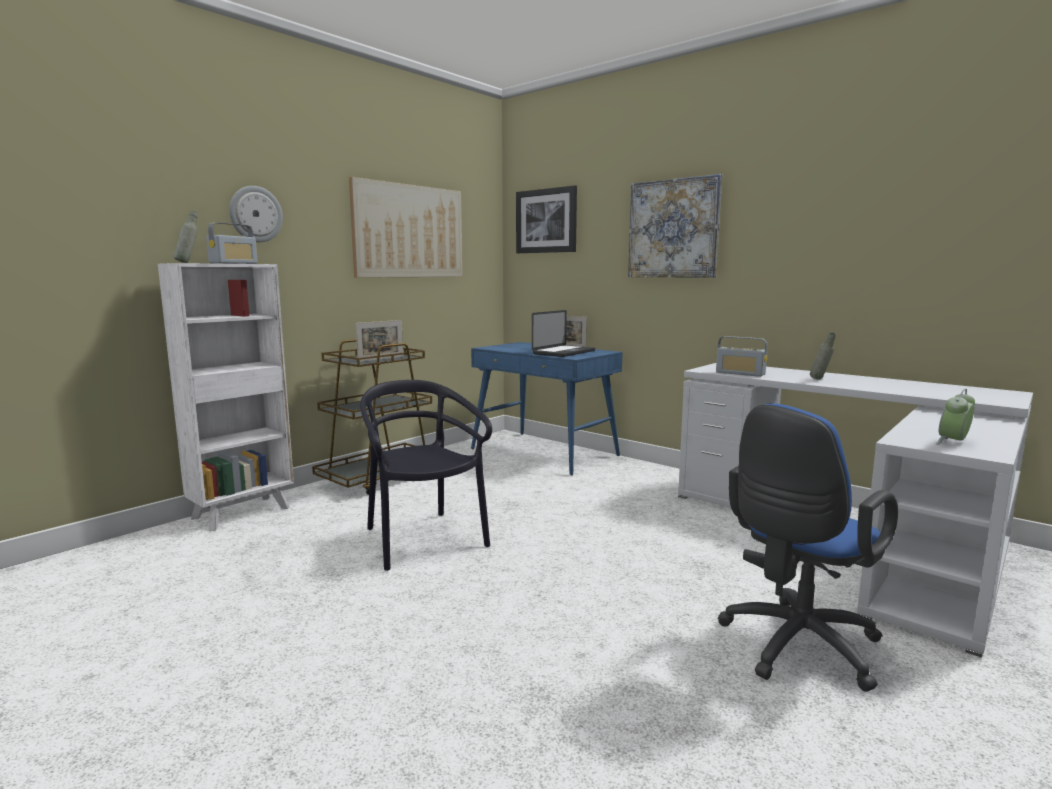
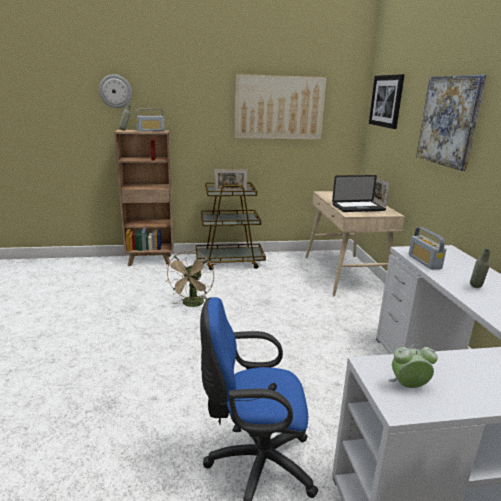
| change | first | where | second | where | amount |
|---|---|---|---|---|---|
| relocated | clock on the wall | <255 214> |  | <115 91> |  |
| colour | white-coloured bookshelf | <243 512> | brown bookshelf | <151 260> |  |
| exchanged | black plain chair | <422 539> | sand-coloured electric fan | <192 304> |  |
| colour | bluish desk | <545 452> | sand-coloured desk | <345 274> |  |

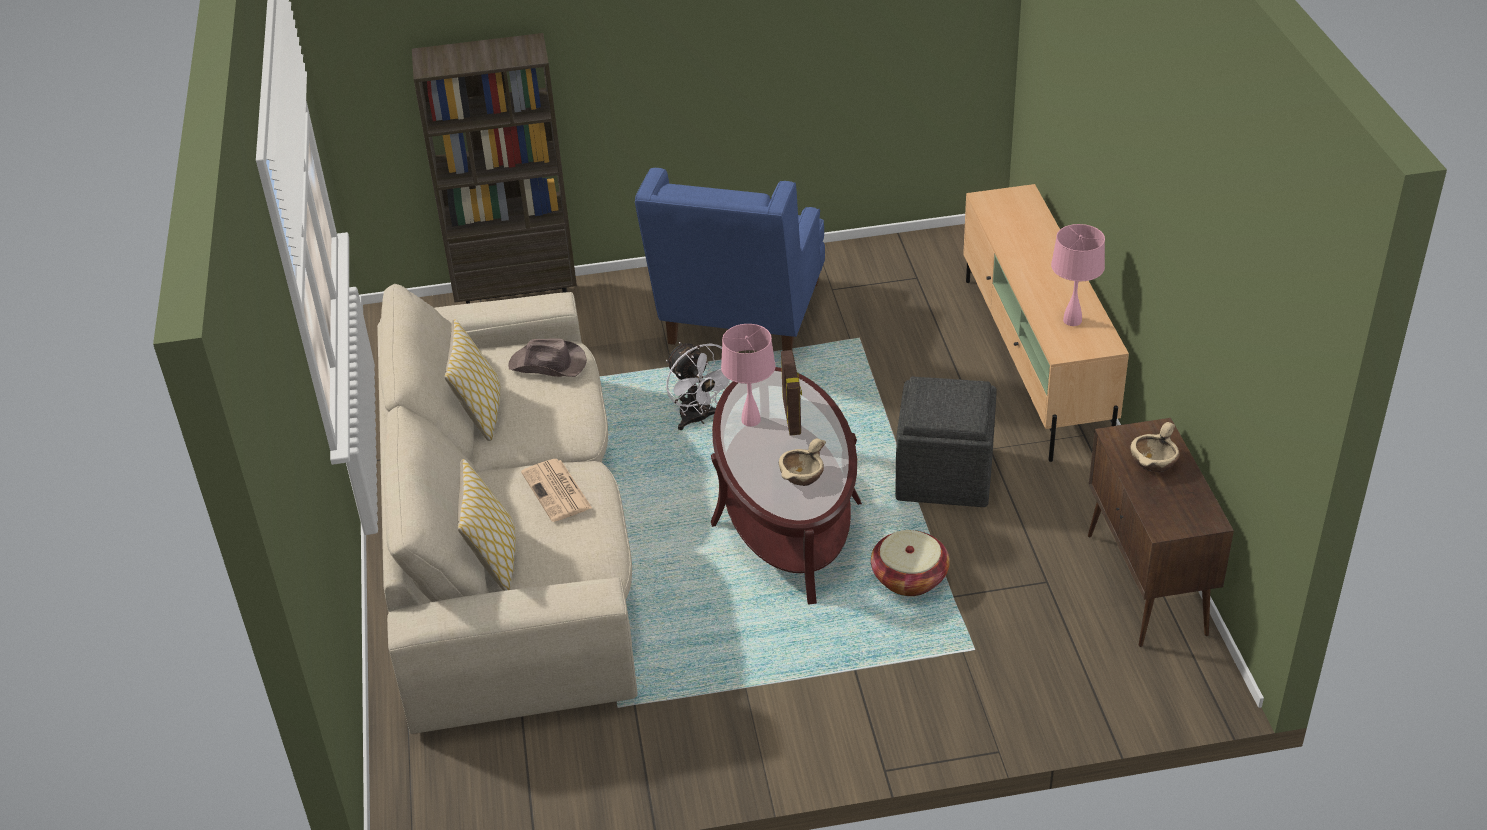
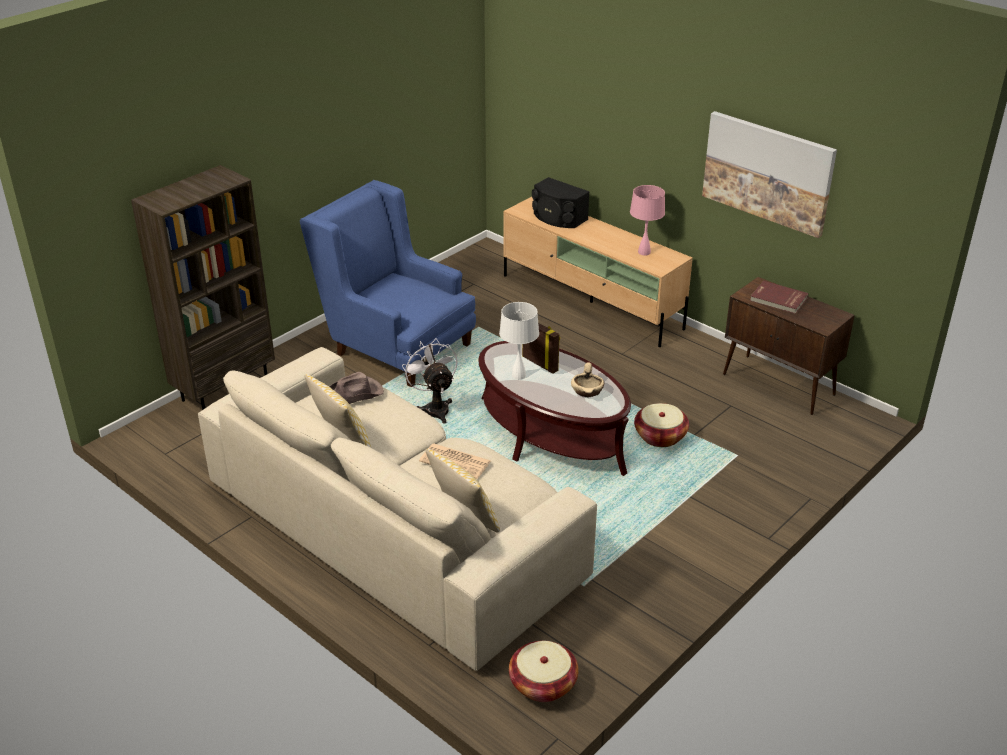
| change | first | where | second | where | amount |
|---|---|---|---|---|---|
| spun | bluish lounge chair | <740 322> |  | <395 345> | 150 degrees clockwise |
| spun | white-coloured electric fan | <699 419> |  | <435 407> | 135 degrees counterclockwise |
| colour | pink-coloured lamp for a table | <750 420> | white-coloured lamp for a table | <518 375> |  |
| appeared |  |  | household basket | <543 684> |  |
| appeared |  |  | black speaker | <558 218> |  |
| appeared |  |  | wall art | <768 172> |  |
| exchanged | sand-coloured deep dish | <1154 462> | red book | <778 299> |  |
| missing | gray pouffe | <945 475> |  |  |  |

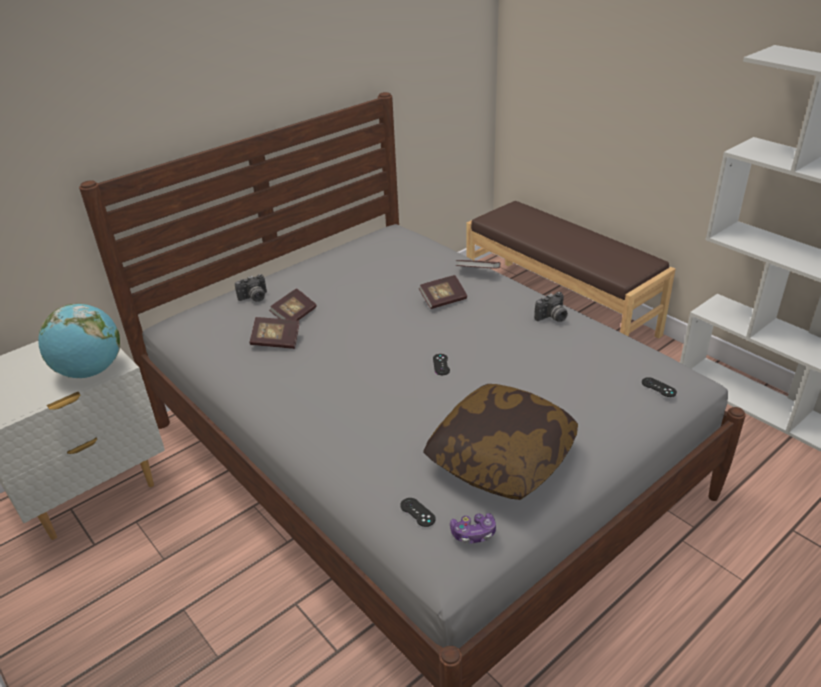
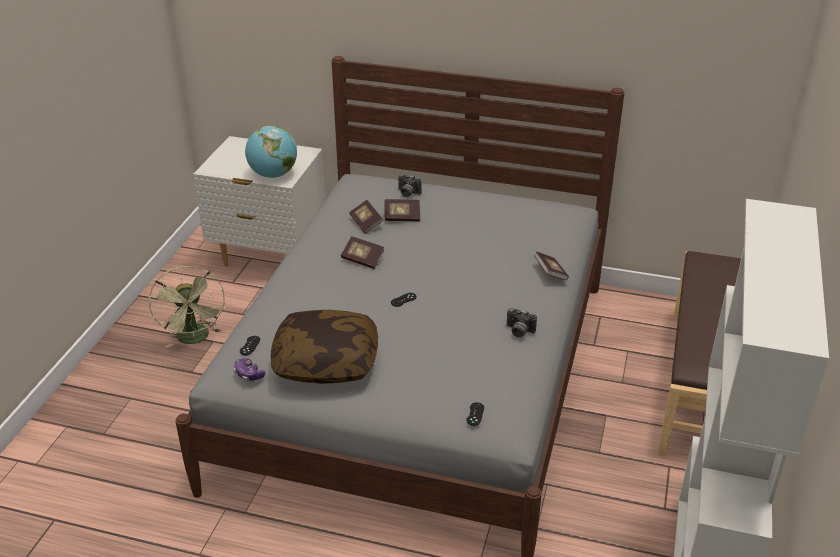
| change | first | where | second | where | amount |
|---|---|---|---|---|---|
| appeared |  |  | green-coloured electric fan | <195 339> |  |
| relocated | book | <443 300> |  | <362 259> |  |

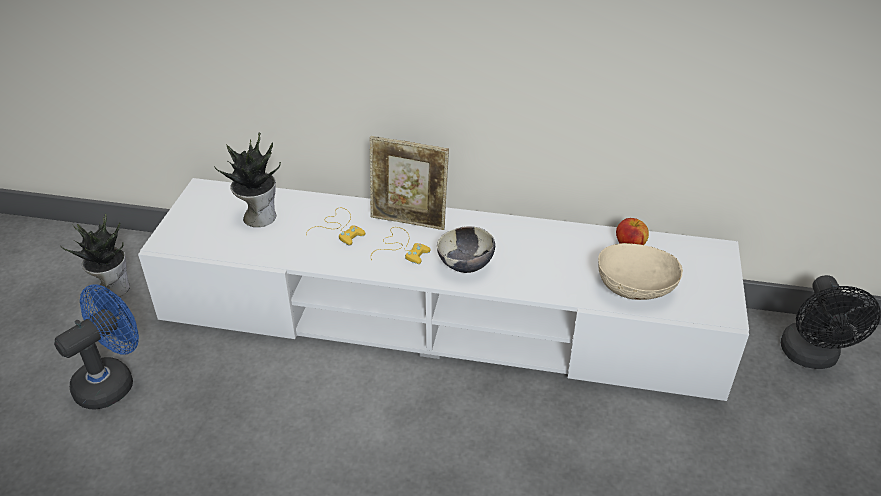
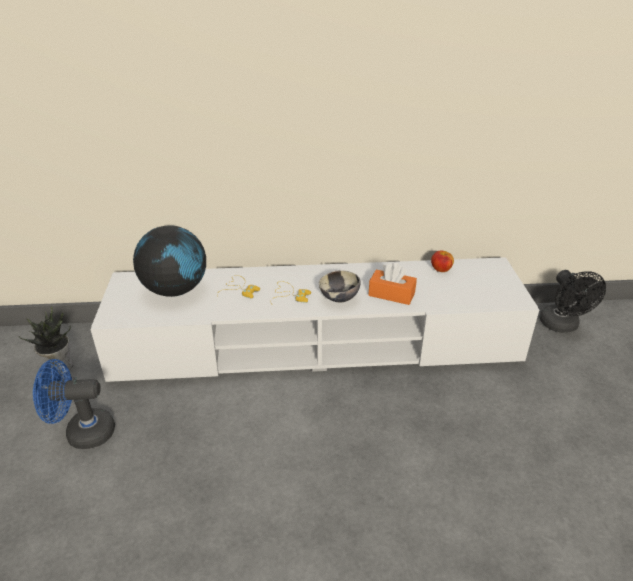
| change | first | where | second | where | amount |
|---|---|---|---|---|---|
| spun | bluish electric fan | <112 381> |  | <82 433> | 120 degrees counterclockwise |
| exchanged | houseplant | <258 216> | desk globe | <175 290> |  |
| appeared |  |  | orange tissue holder | <391 294> |  |
| missing | photo frame | <409 221> |  |  |  |
| missing | sand-coloured deep dish | <635 288> |  |  |  |

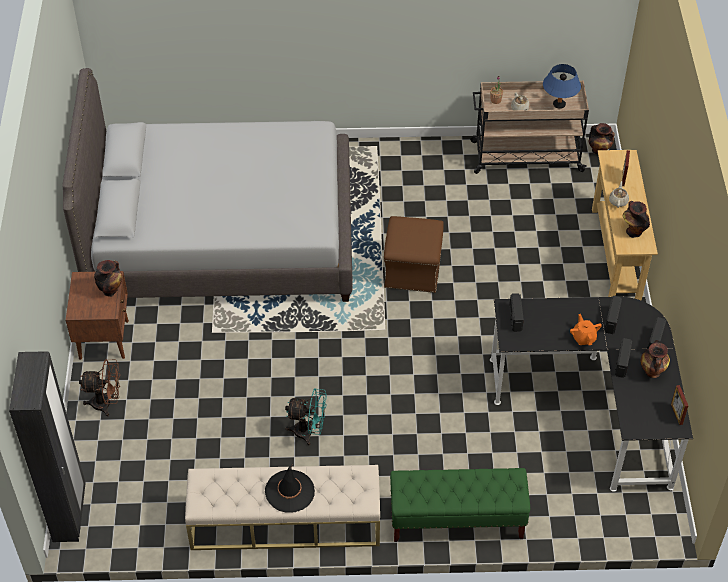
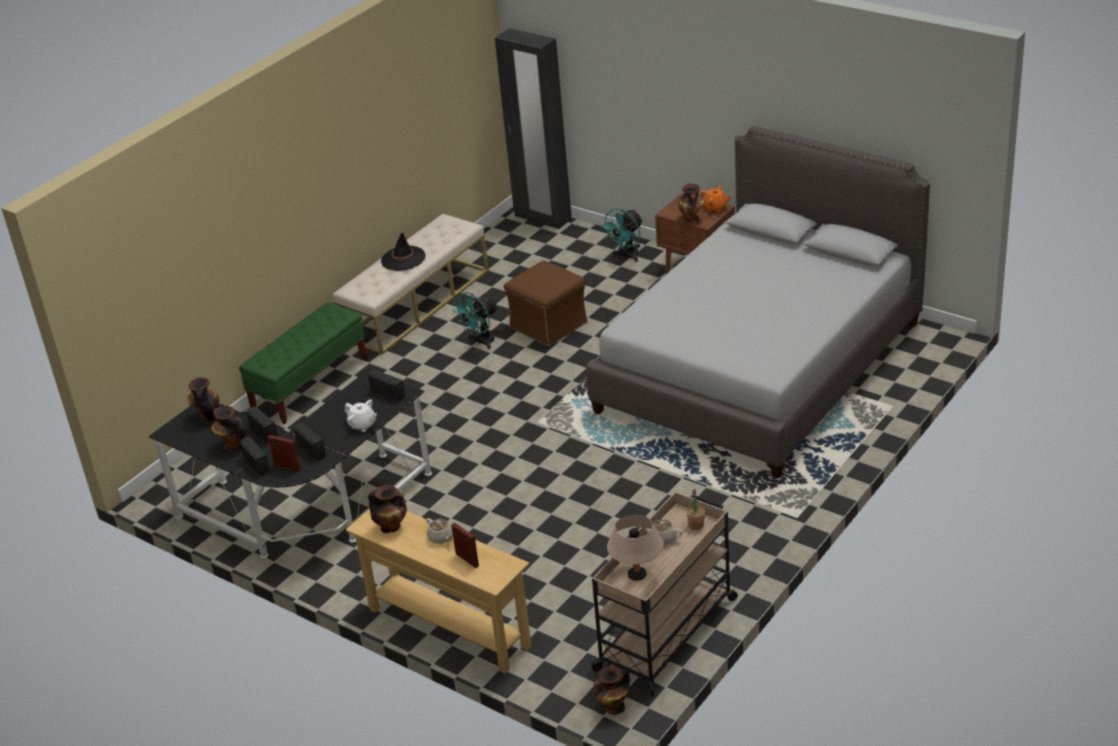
| change | first | where | second | where | amount |
|---|---|---|---|---|---|
| appeared |  |  | flower vase | <207 417> |  |
| relocated | photo frame | <676 414> |  | <287 467> |  |
| appeared |  |  | white-coloured teapot | <362 425> |  |
| relocated | brown pouffe | <412 270> |  | <549 325> |  |
| colour | brown electric fan | <106 403> | turquoise-coloured electric fan | <626 256> |  |
| colour | bluish lamp for a table | <559 104> | sand-coloured lamp for a table | <637 574> |  |
| relocated | orange teapot | <583 338> |  | <715 208> |  |

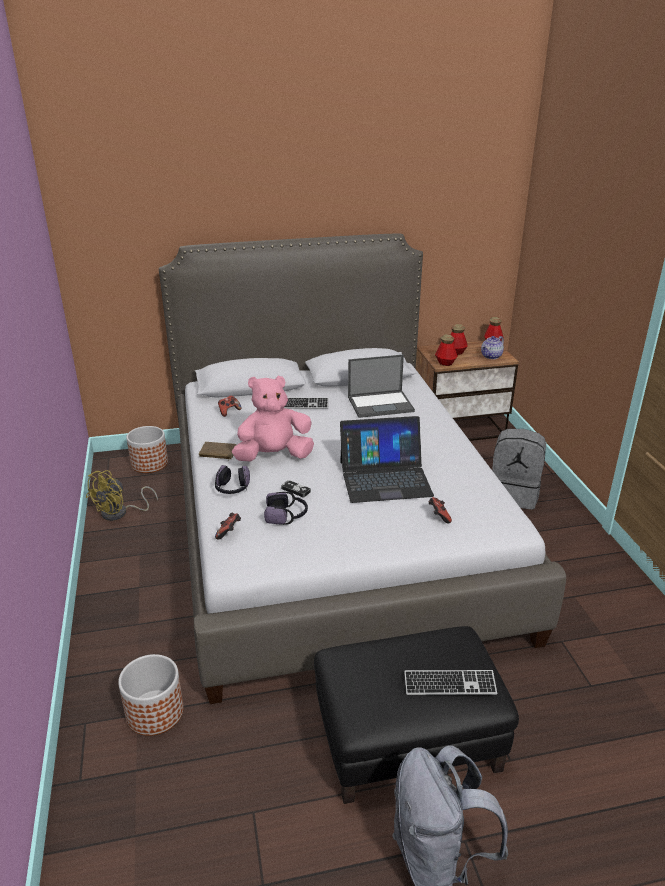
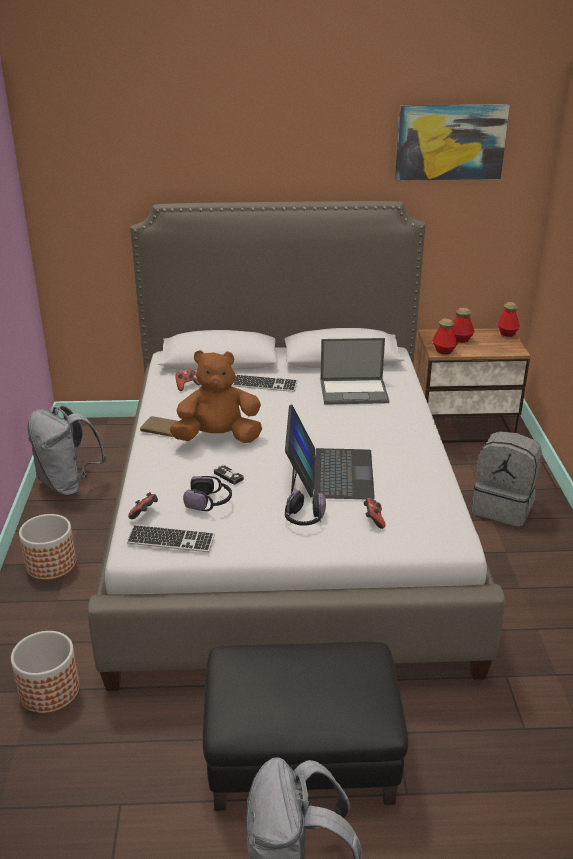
| change | first | where | second | where | amount |
|---|---|---|---|---|---|
| relocated | plant pot | <149 463> |  | <51 564> |  |
| exchanged | yellow-coloured electric fan | <120 513> | gray rucksack | <68 484> |  |
| relocated | computer keyboard | <449 684> |  | <171 540> |  |
| colour | pink-coloured cuddly toy | <273 456> | brown cuddly toy | <218 438> |  |
| spun | laptop | <385 478> |  | <329 473> | 90 degrees counterclockwise |
| relocated | headphones | <232 489> |  | <304 519> |  |
| appeared |  |  | wall art | <450 142> |  |
| missing | teapot | <491 356> |  |  |  |

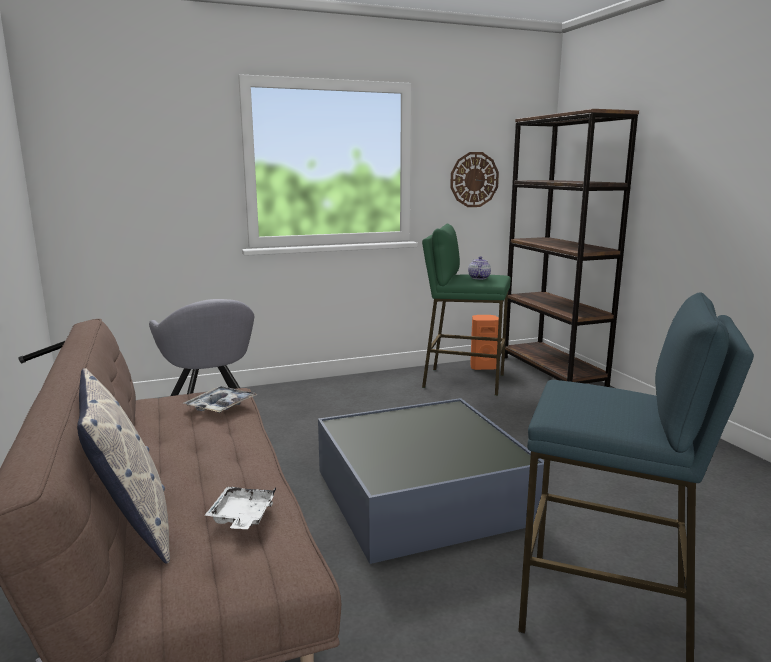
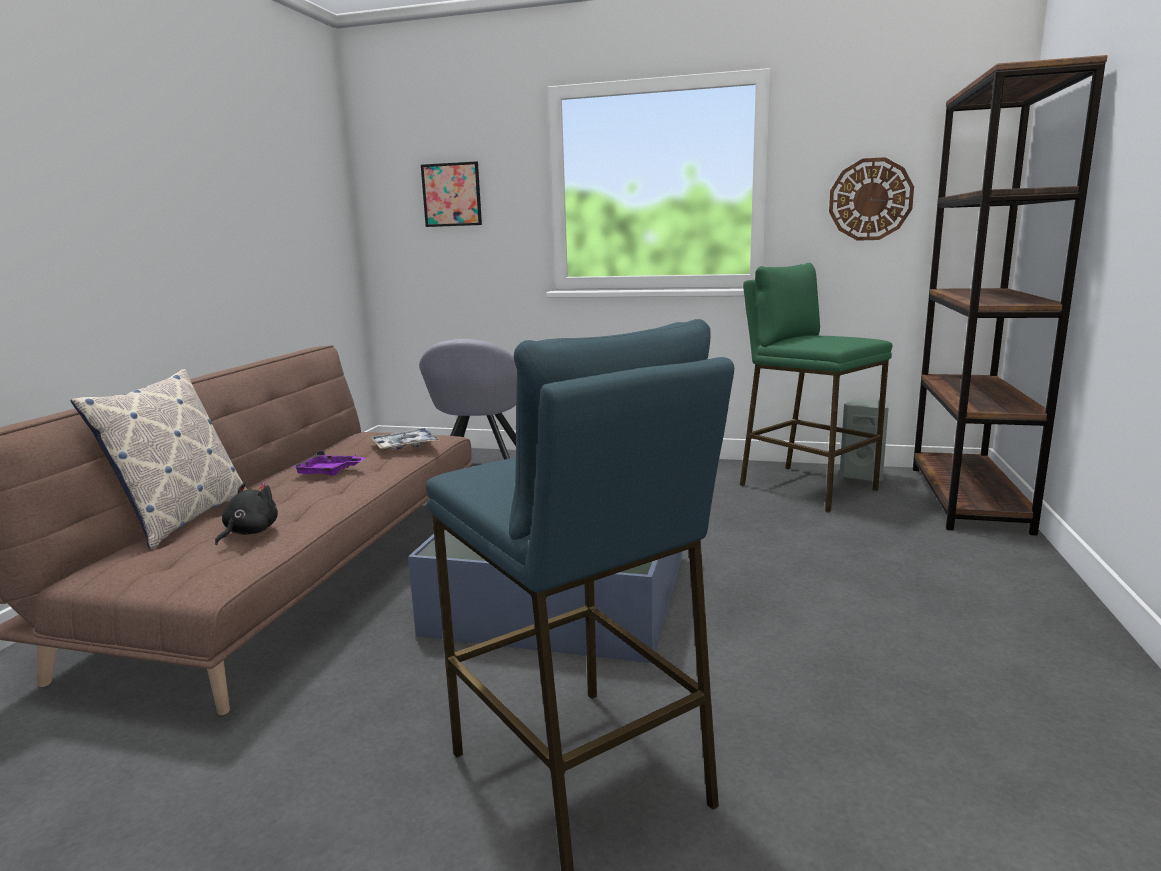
| change | first | where | second | where | amount |
|---|---|---|---|---|---|
| exchanged | white-coloured tray | <242 517> | black cuddly toy | <249 532> |  |
| appeared |  |  | purple tray | <329 472> |  |
| appeared |  |  | wall art | <451 194> |  |
| colour | orange speaker | <483 367> | gray speaker | <863 476> |  |
| missing | teapot | <478 278> |  |  |  |

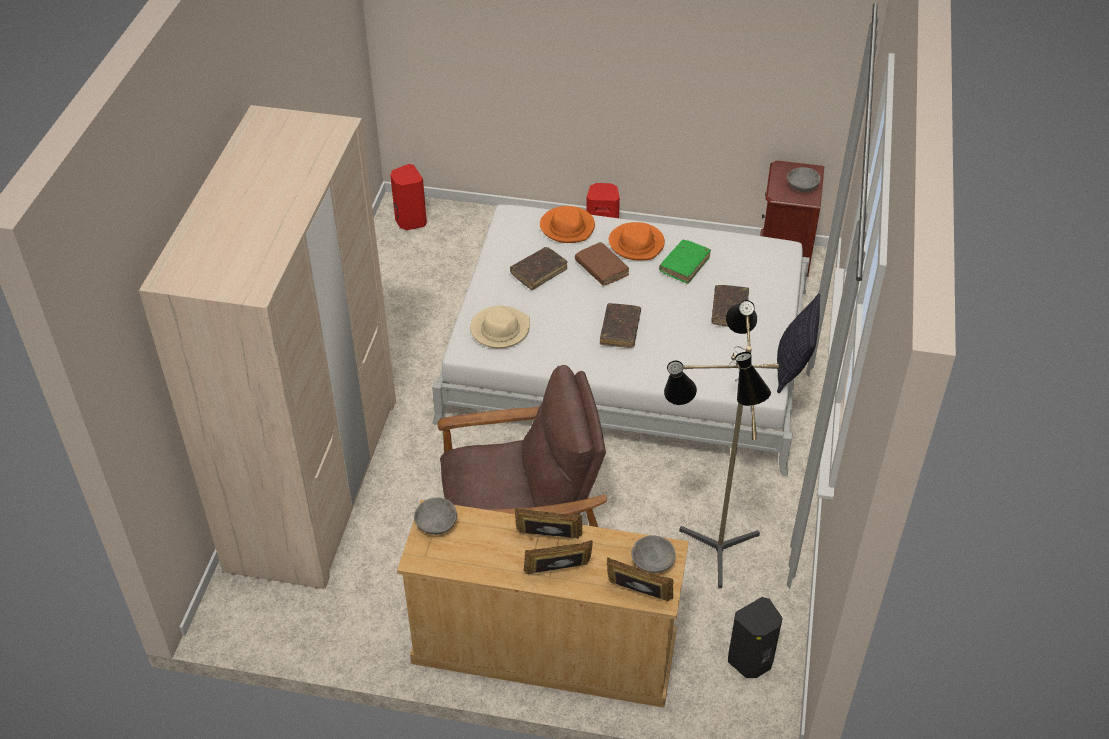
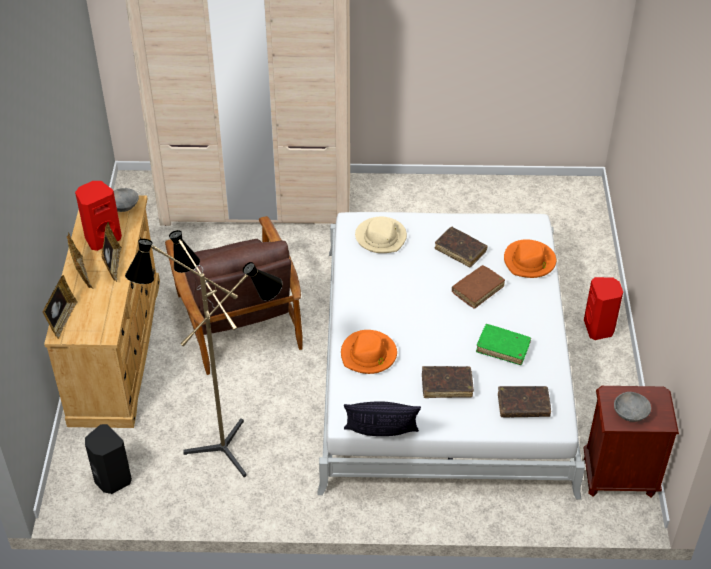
| change | first | where | second | where | amount |
|---|---|---|---|---|---|
| relocated | red speaker | <410 221> |  | <102 238> |  |
| relocated | orange clothing hat | <637 244> |  | <368 355> |  |
| relocated | brown book | <620 330> |  | <523 406> |  |
| missing | gray deep dish | <652 563> |  |  |  |

